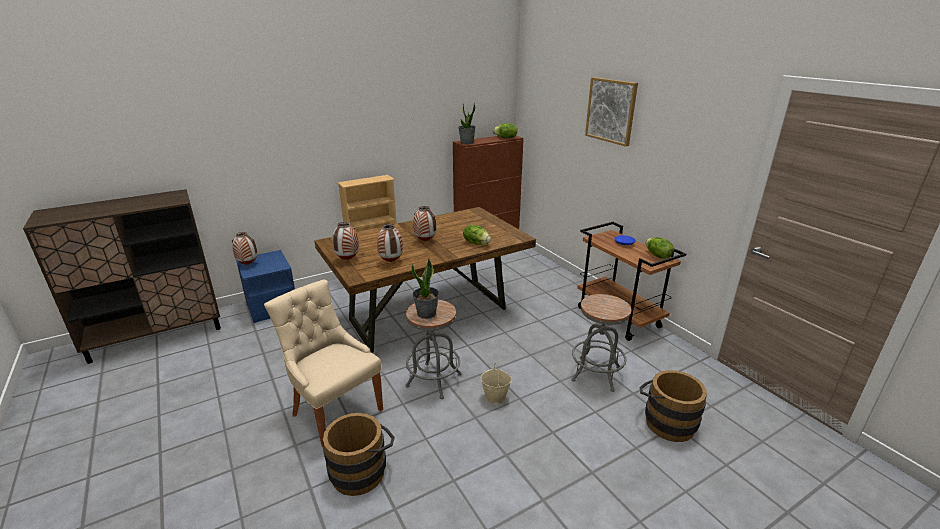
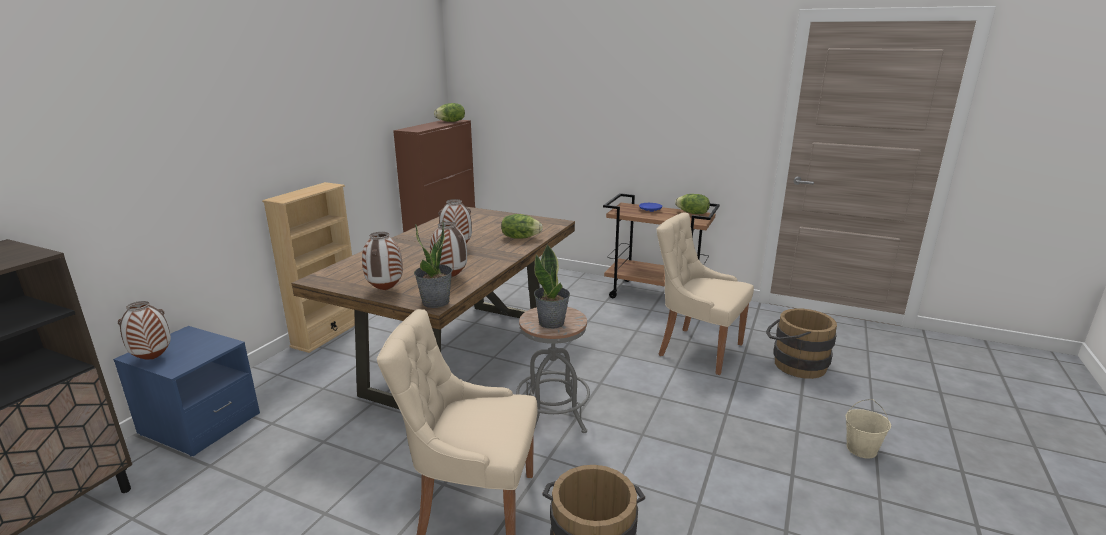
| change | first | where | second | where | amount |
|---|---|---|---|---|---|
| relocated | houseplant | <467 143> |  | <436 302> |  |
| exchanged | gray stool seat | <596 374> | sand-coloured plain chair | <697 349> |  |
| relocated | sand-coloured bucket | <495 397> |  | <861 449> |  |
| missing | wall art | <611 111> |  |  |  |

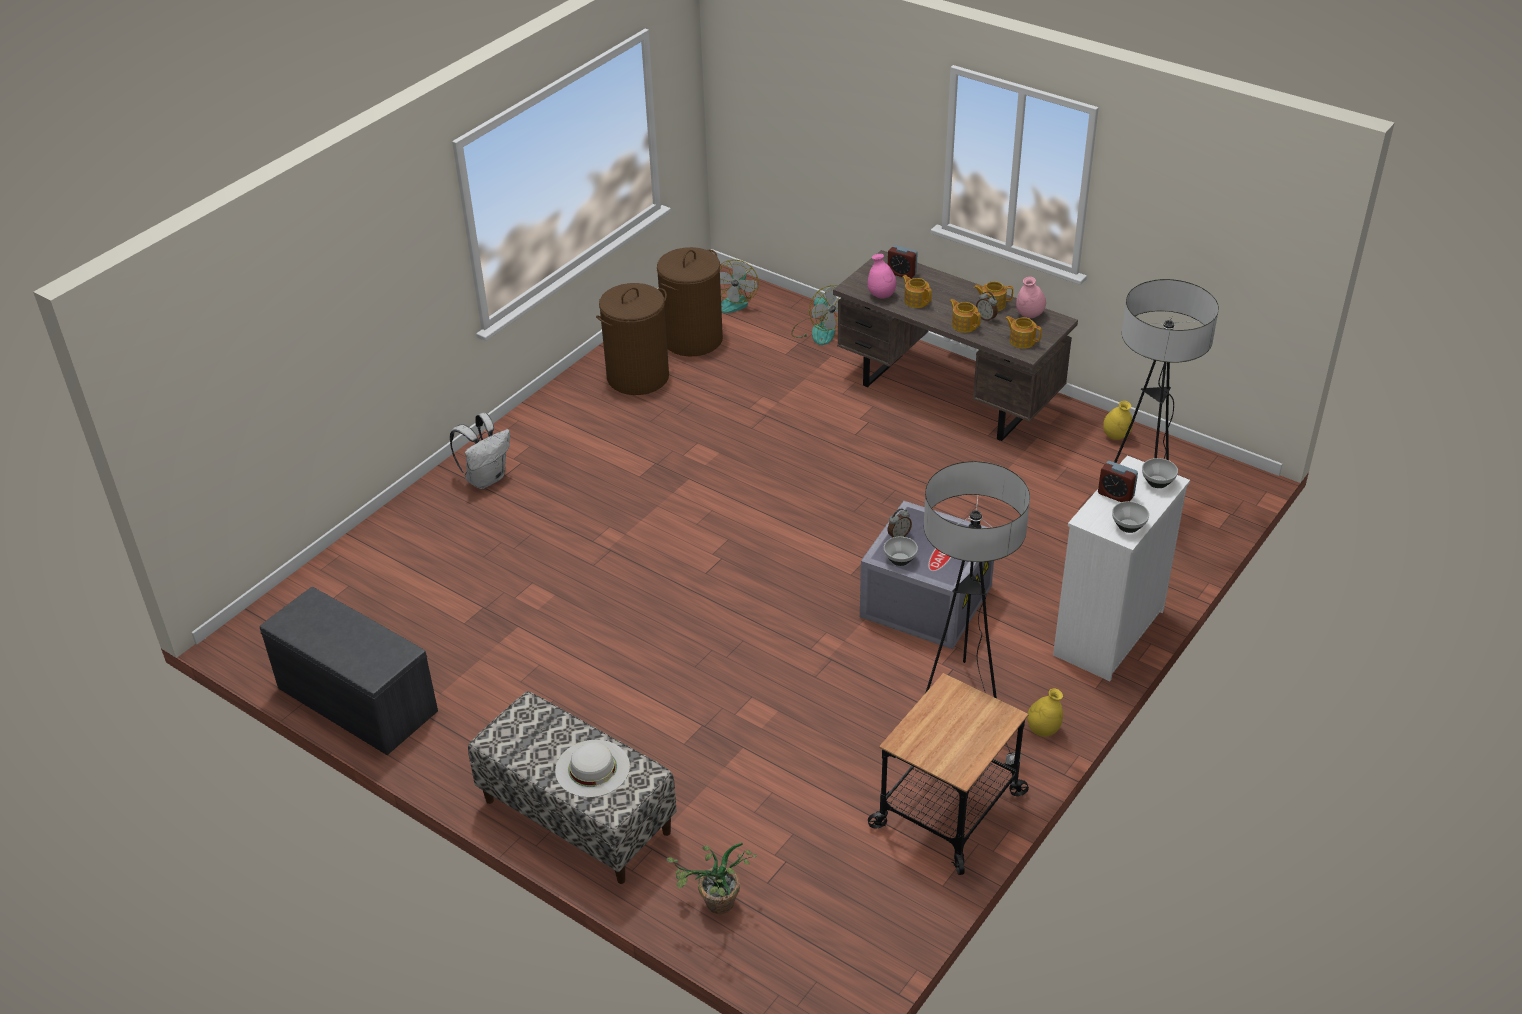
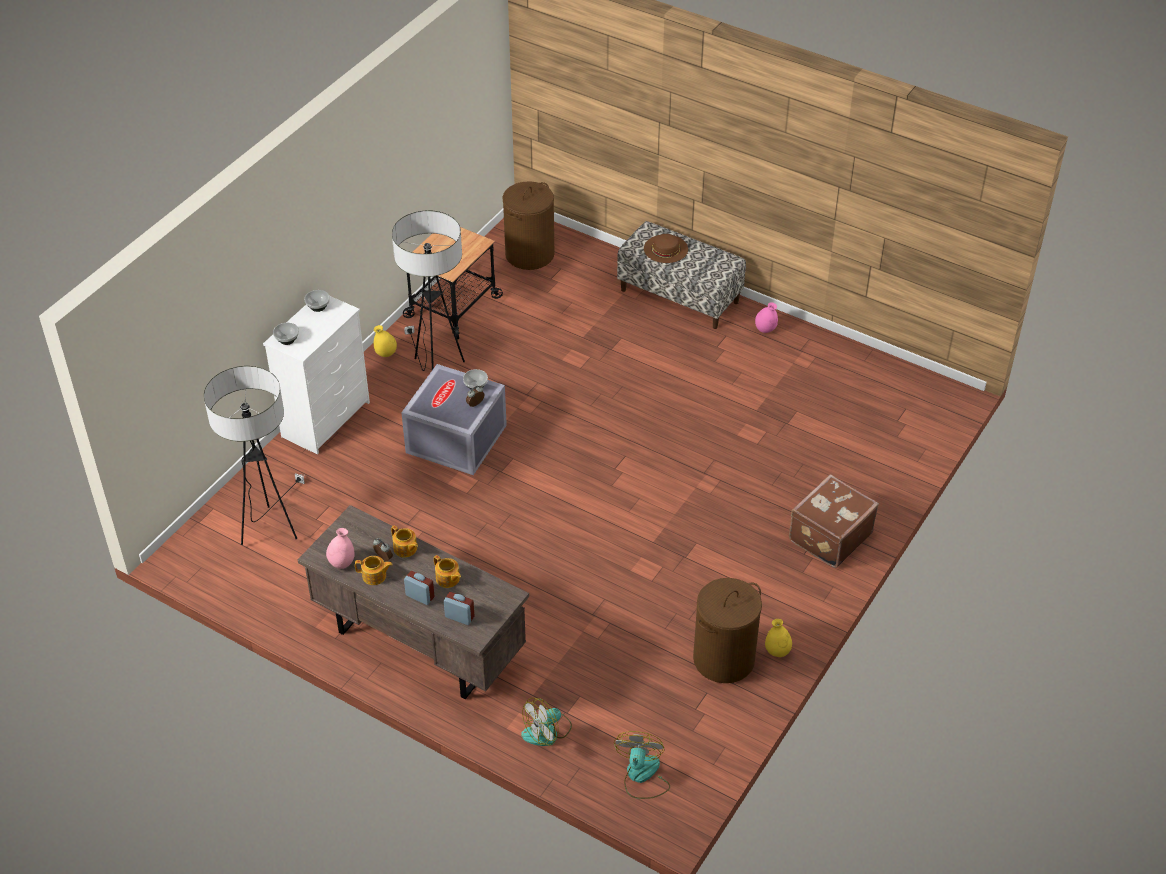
| change | first | where | second | where | amount |
|---|---|---|---|---|---|
| relocated | bedside clock | <1115 495> |  | <420 596> |  |
| relocated | brown laundry basket | <692 339> |  | <529 254> |  |
| spun | electric fan | <818 331> |  | <547 731> | 90 degrees counterclockwise |
| colour | white-coloured clothing hat | <592 768> | brown clothing hat | <665 248> |  |
| relocated | pink-coloured flower vase | <881 295> |  | <765 329> |  |
| relocated | yellow-coloured flower vase | <1116 436> |  | <777 651> |  |
| exchanged | white-coloured rucksack | <486 478> | brown travel case | <828 536> |  |
| missing | gray long seat | <355 700> |  |  |  |
| missing | houseplant | <713 907> |  |  |  |
| missing | teapot | <1021 341> |  |  |  |

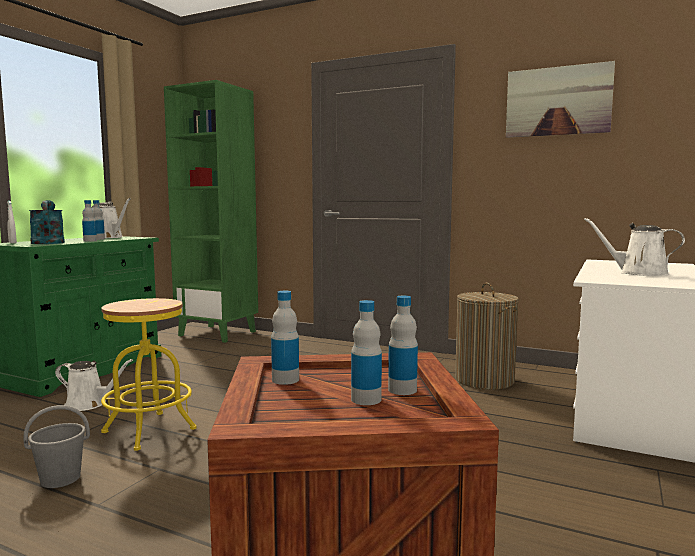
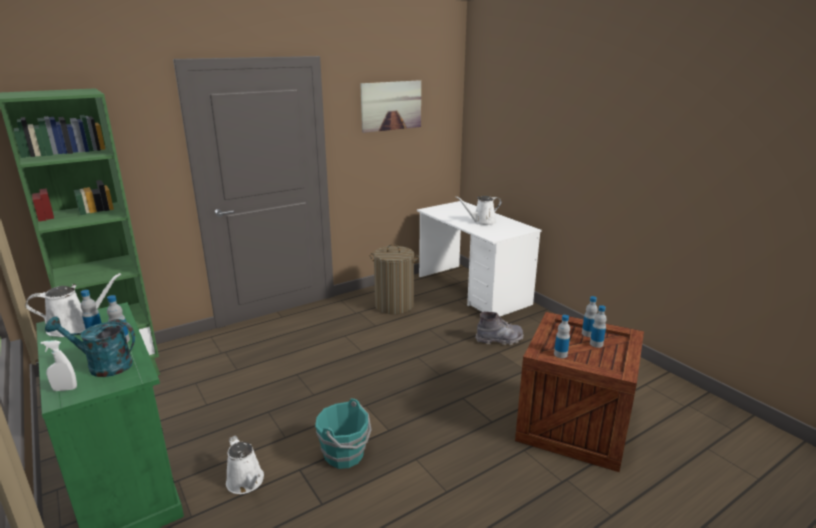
| change | first | where | second | where | amount |
|---|---|---|---|---|---|
| spun | white-coloured sprinkling can | <89 404> |  | <246 482> | 105 degrees clockwise |
| exchanged | yellow-coloured stool seat | <149 430> | turquoise-coloured bucket | <345 454> |  |
| appeared |  |  | gray boot | <499 340> |  |
| missing | gray bucket | <59 479> |  |  |  |

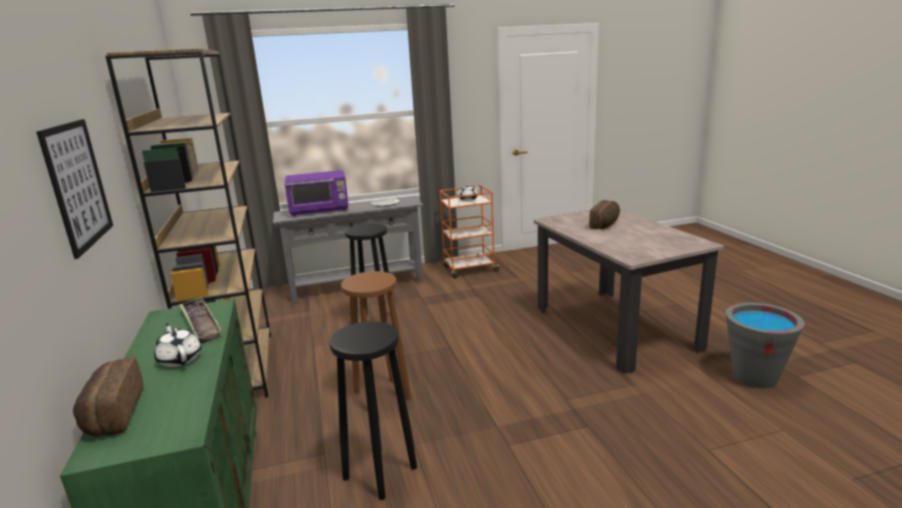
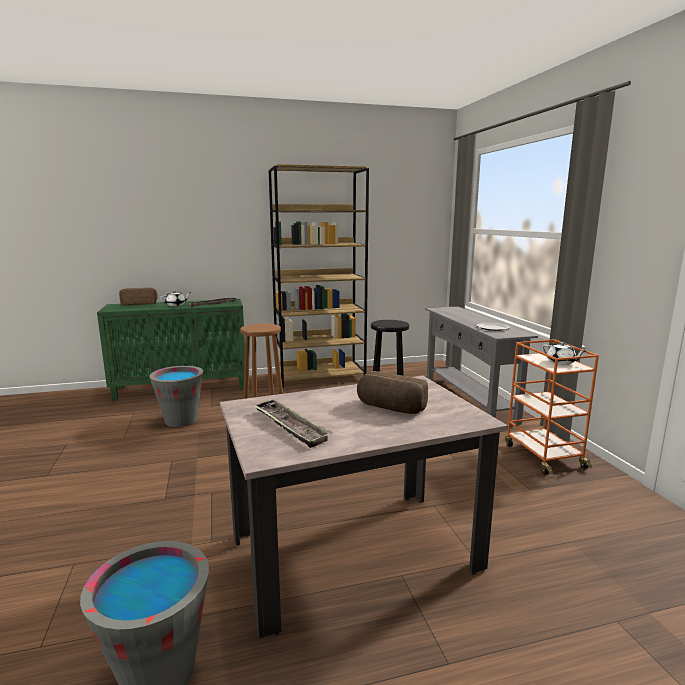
| change | first | where | second | where | amount |
|---|---|---|---|---|---|
| exchanged | black stool seat | <379 472> | gray bucket | <181 420> |  |
| appeared |  |  | tray | <289 427> |  |
| missing | wall art | <78 185> |  |  |  |
| missing | purple microwave | <320 210> |  |  |  |

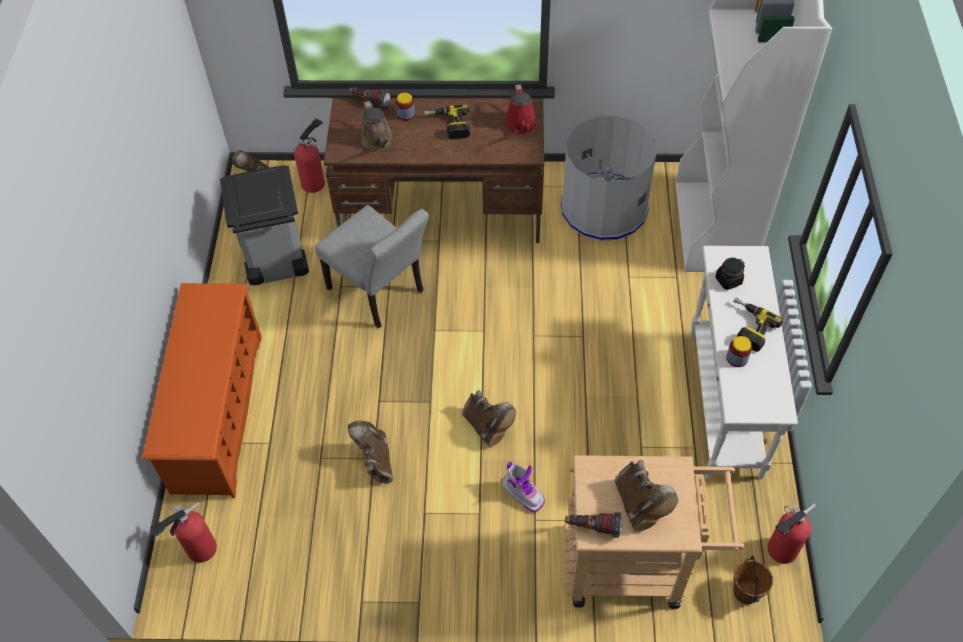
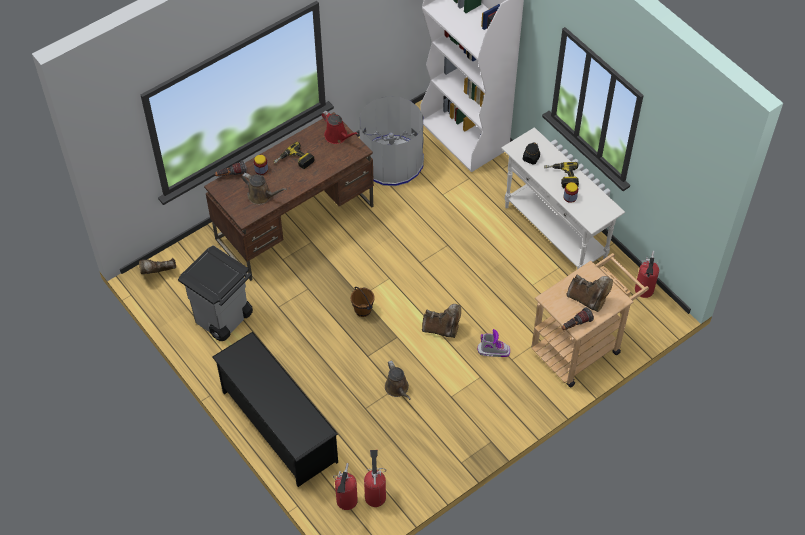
| change | first | where | second | where | amount |
|---|---|---|---|---|---|
| colour | orange shoe rack | <217 412> | black shoe rack | <278 426> |  |
| relocated | brown bucket | <745 592> |  | <362 310> |  |
| relocated | fire extinguisher | <315 182> |  | <375 495> |  |
| exchanged | brown boot | <375 461> | brown sprinkling can | <397 388> |  |
| missing | gray plain chair | <380 293> |  |  |  |

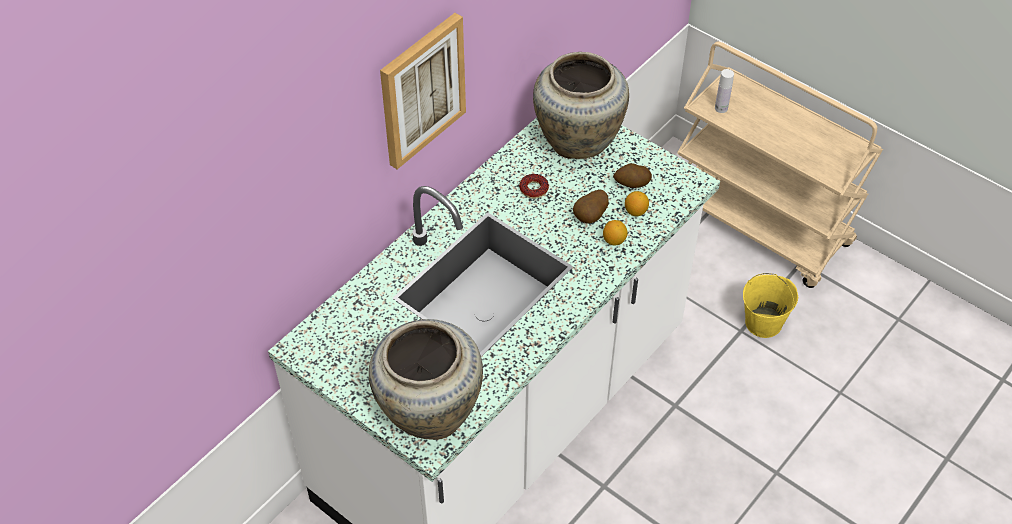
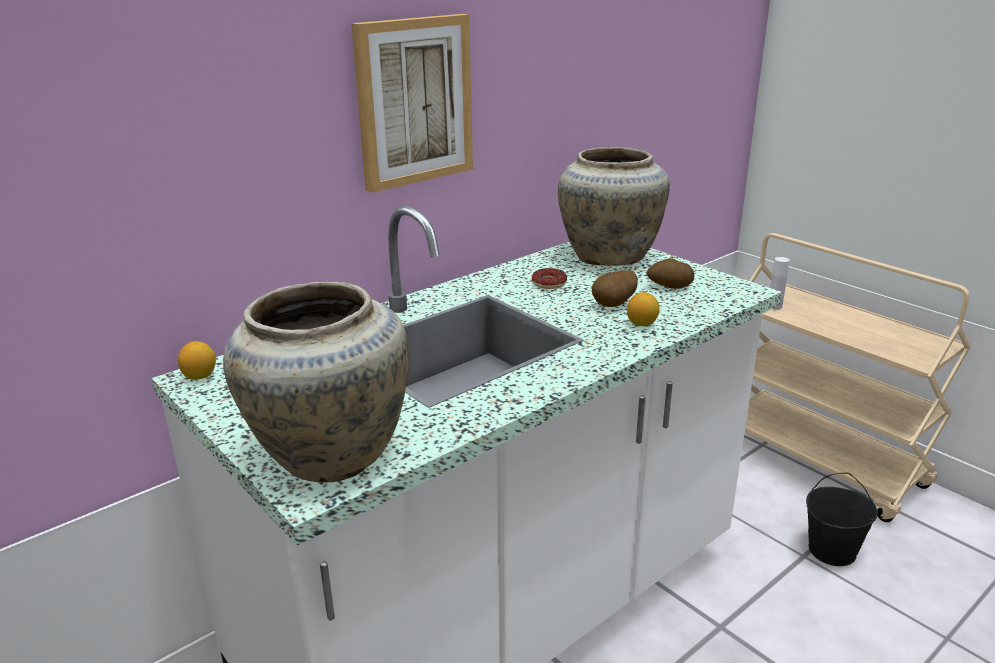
| change | first | where | second | where | amount |
|---|---|---|---|---|---|
| relocated | citrus fruit | <635 211> |  | <200 376> |  |
| colour | yellow-coloured bucket | <763 322> | black bucket | <832 550> |  |

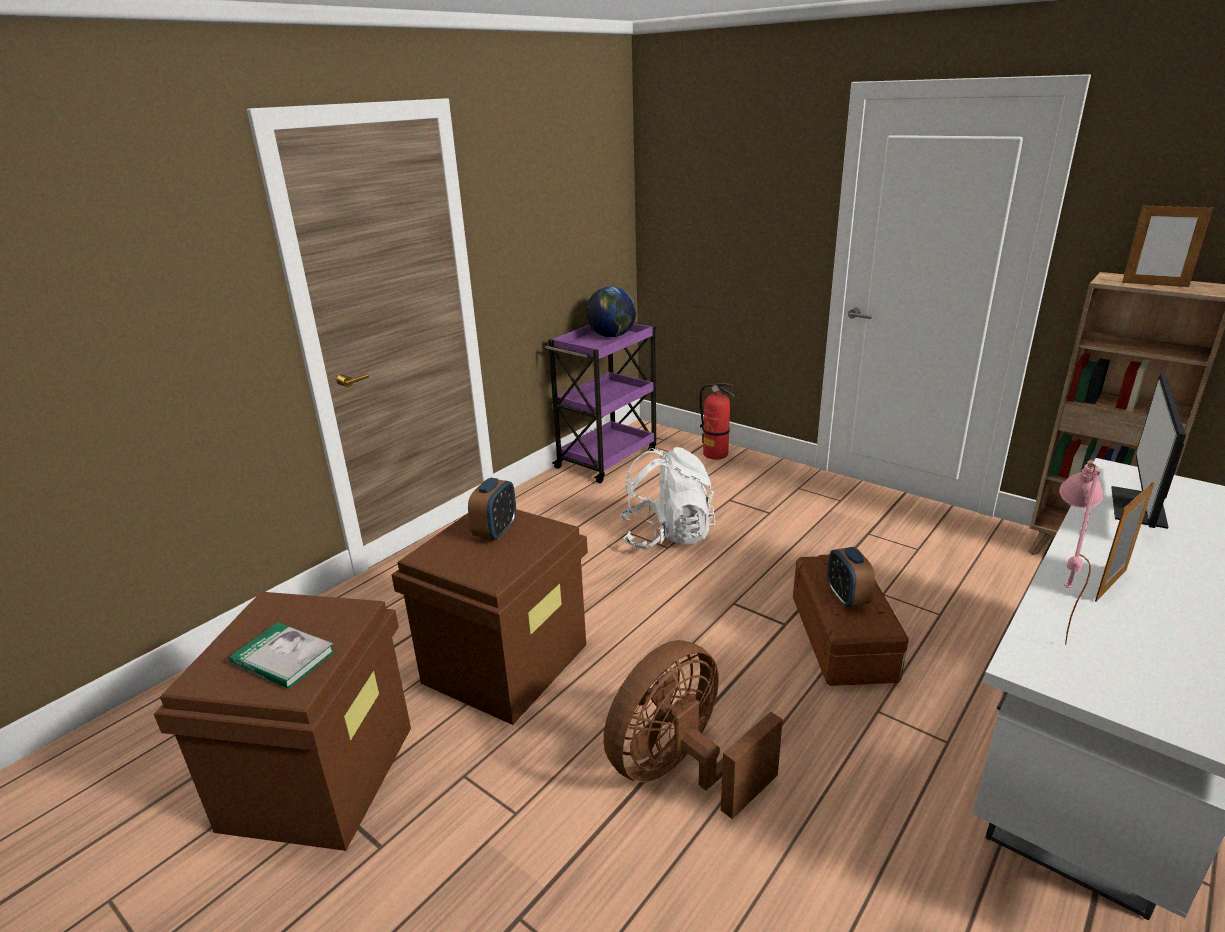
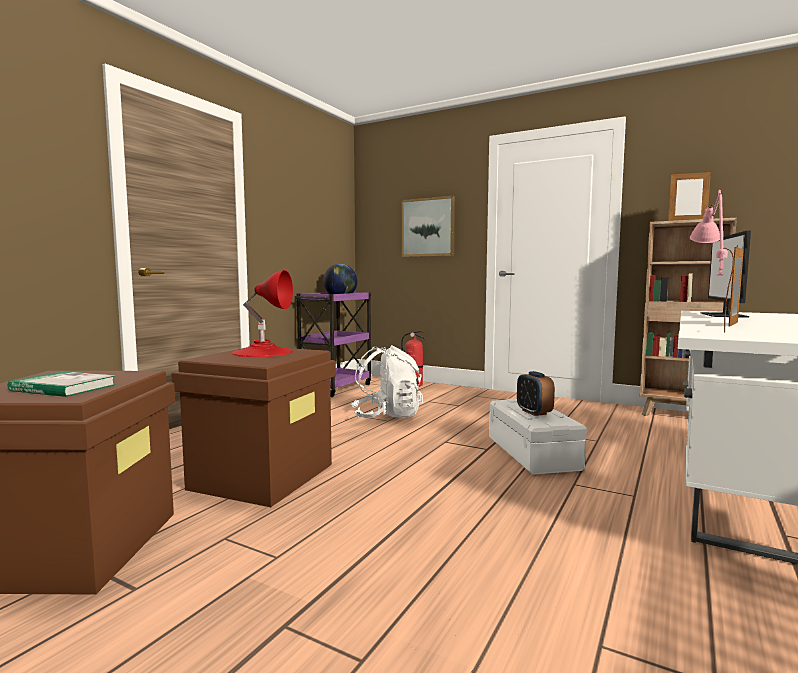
| change | first | where | second | where | amount |
|---|---|---|---|---|---|
| exchanged | bedside clock | <496 532> | red lamp for a table | <262 352> |  |
| appeared |  |  | wall art | <428 227> |  |
| colour | brown storage box | <844 638> | white-coloured storage box | <533 453> |  |
| missing | brown electric fan | <681 770> |  |  |  |

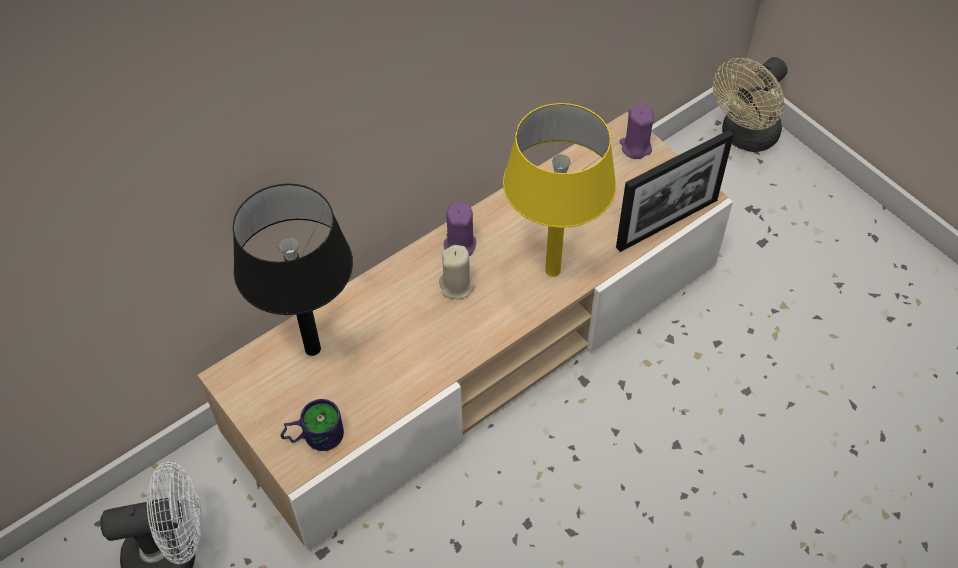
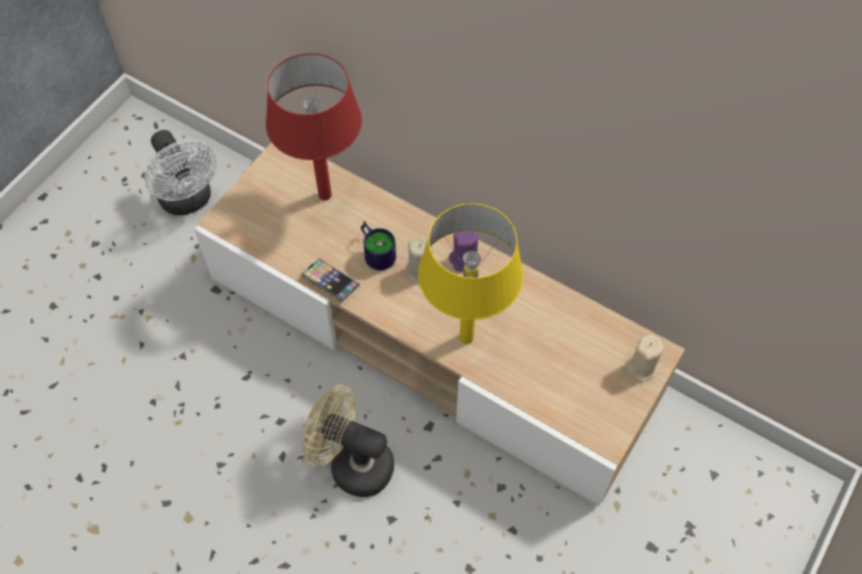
| change | first | where | second | where | amount |
|---|---|---|---|---|---|
| colour | black lamp for a table | <312 348> | red lamp for a table | <325 194> |  |
| appeared |  |  | telephone | <330 281> |  |
| relocated | sand-coloured electric fan | <744 137> |  | <352 464> |  |
| relocated | tea mug | <314 435> |  | <377 251> |  |
| colour | purple wax light | <635 147> | sand-coloured wax light | <641 367> |  |
| missing | photo frame | <667 223> |  |  |  |

